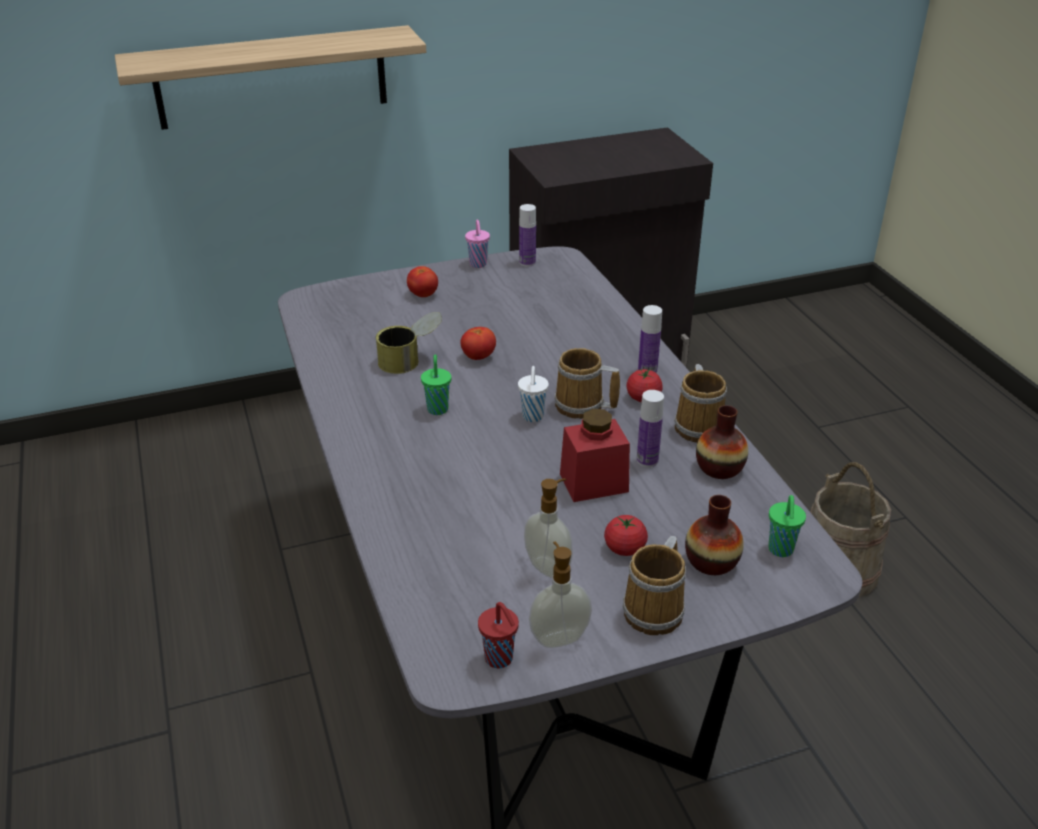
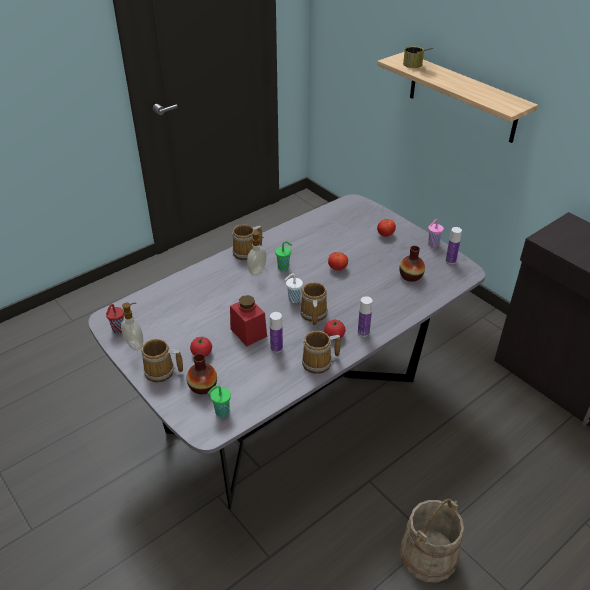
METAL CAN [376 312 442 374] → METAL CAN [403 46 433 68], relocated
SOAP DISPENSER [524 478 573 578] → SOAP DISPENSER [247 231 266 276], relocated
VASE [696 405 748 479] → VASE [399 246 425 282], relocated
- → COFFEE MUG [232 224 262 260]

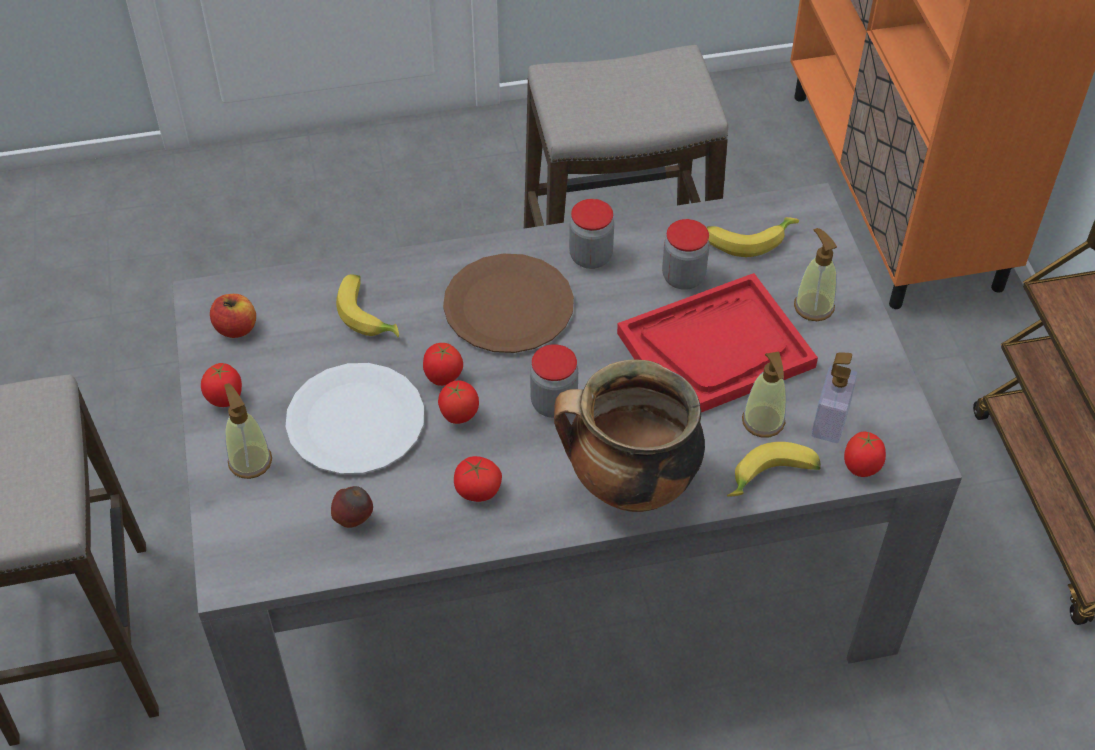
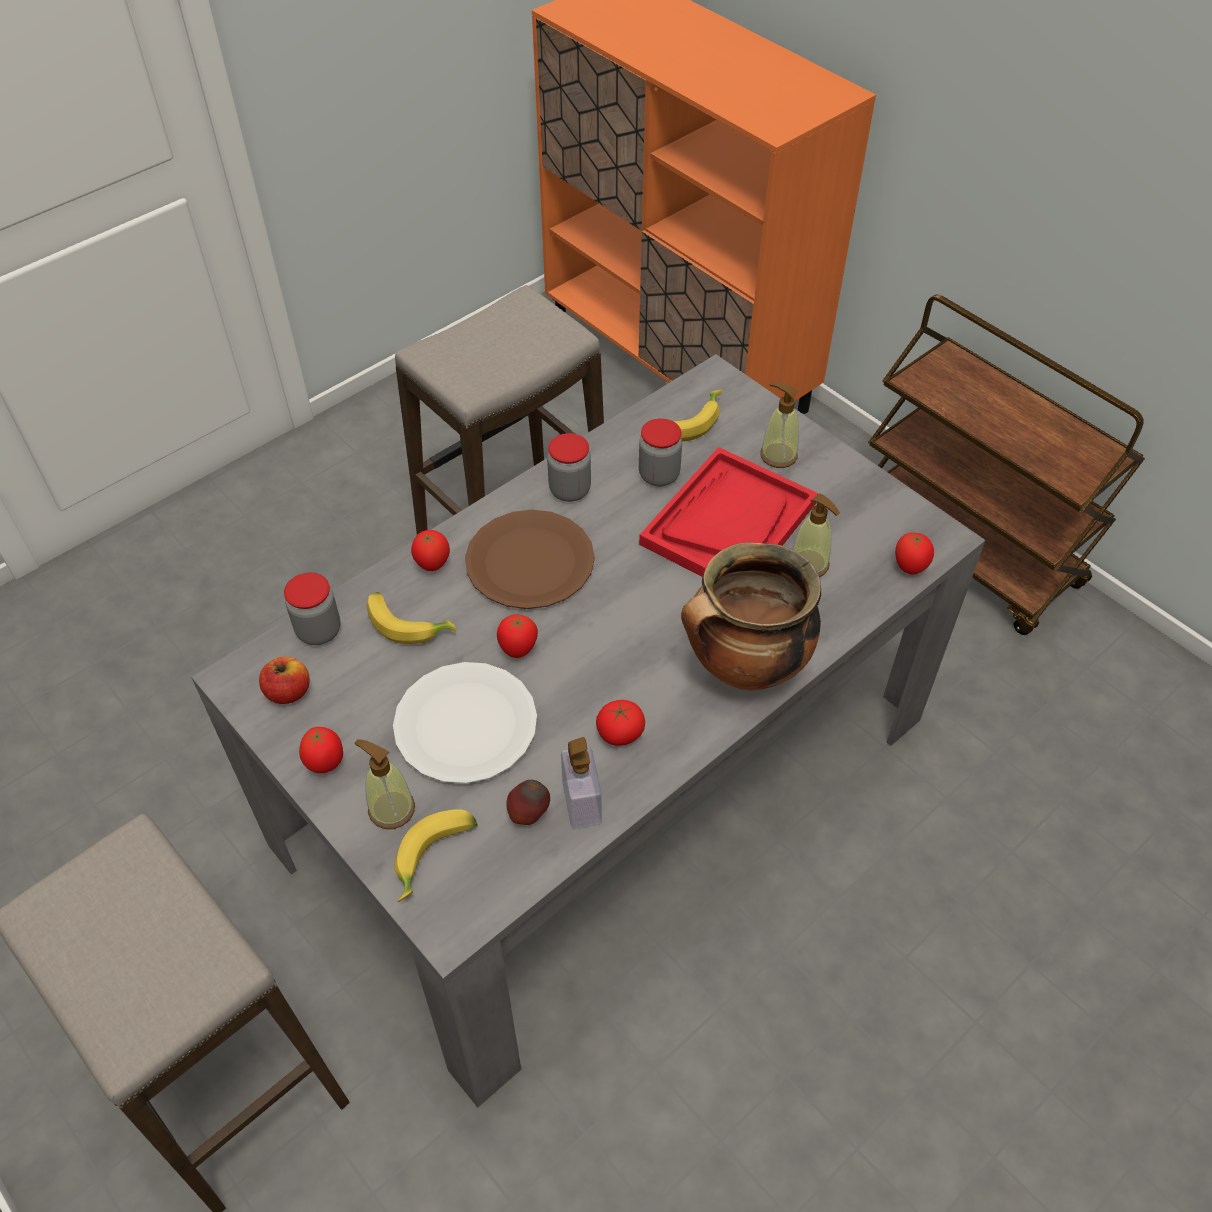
TOMATO [438 381 479 424] → TOMATO [411 530 450 571], relocated
STORAGE JAR [530 344 578 418] → STORAGE JAR [284 573 340 645], relocated
BANANA FRUIT [727 442 821 497] → BANANA FRUIT [394 809 478 902], relocated
SOAP DISPENSER [812 352 857 443] → SOAP DISPENSER [561 737 602 829], relocated

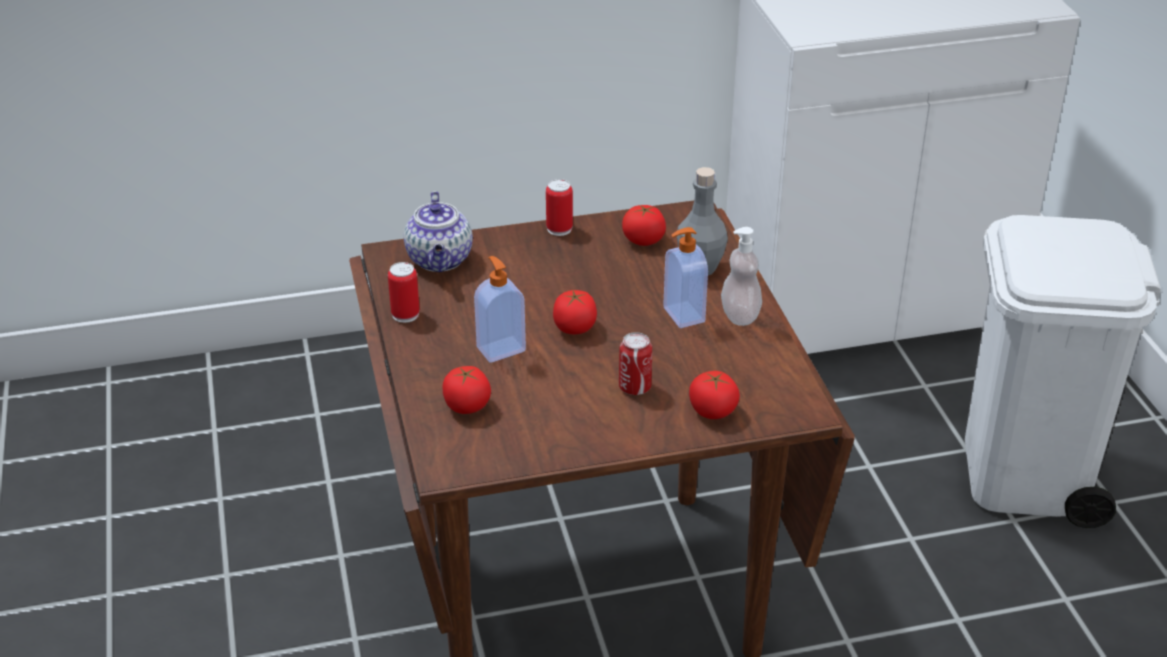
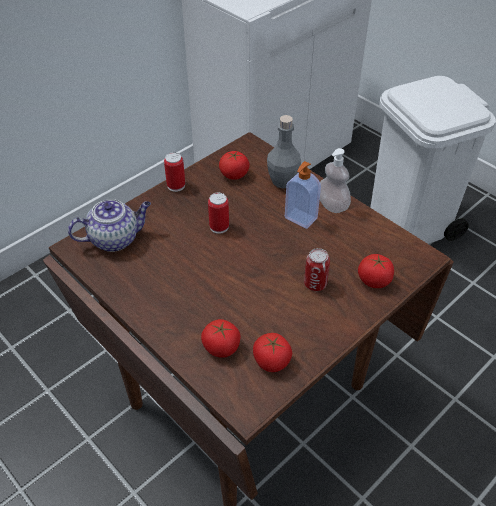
METAL CAN [388 262 420 323] → METAL CAN [208 193 229 234], relocated
POT FOR TEA [404 191 473 272] → POT FOR TEA [68 199 151 252], 75 degrees counterclockwise
SOAP DISPENSER [474 256 526 363] → -
TOMATO [553 290 597 334] → TOMATO [253 333 292 372], relocated

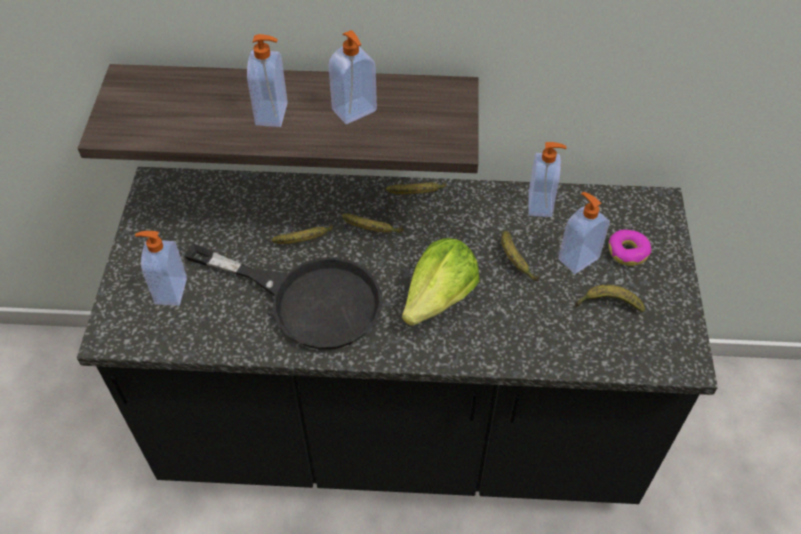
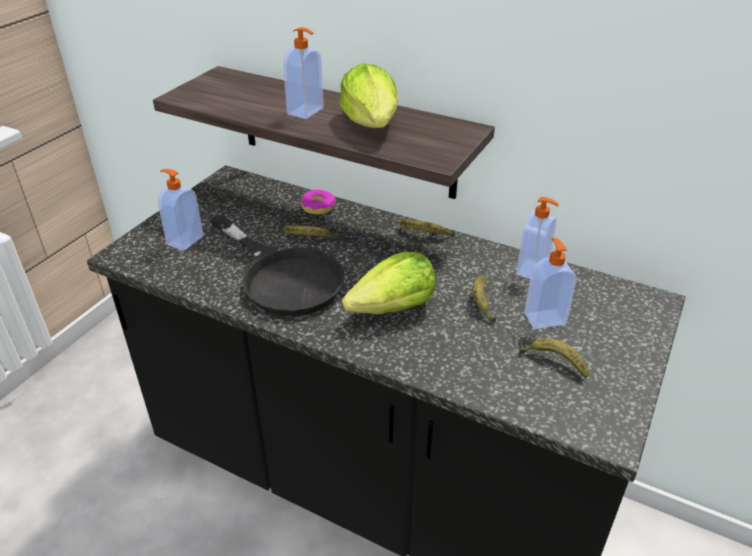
SOAP DISPENSER [328 30 377 124] → LETTUCE [340 63 399 128]
BANANA FRUIT [342 213 404 233] → -
DOUGHNUT [609 230 651 266] → DOUGHNUT [301 190 336 215], relocated

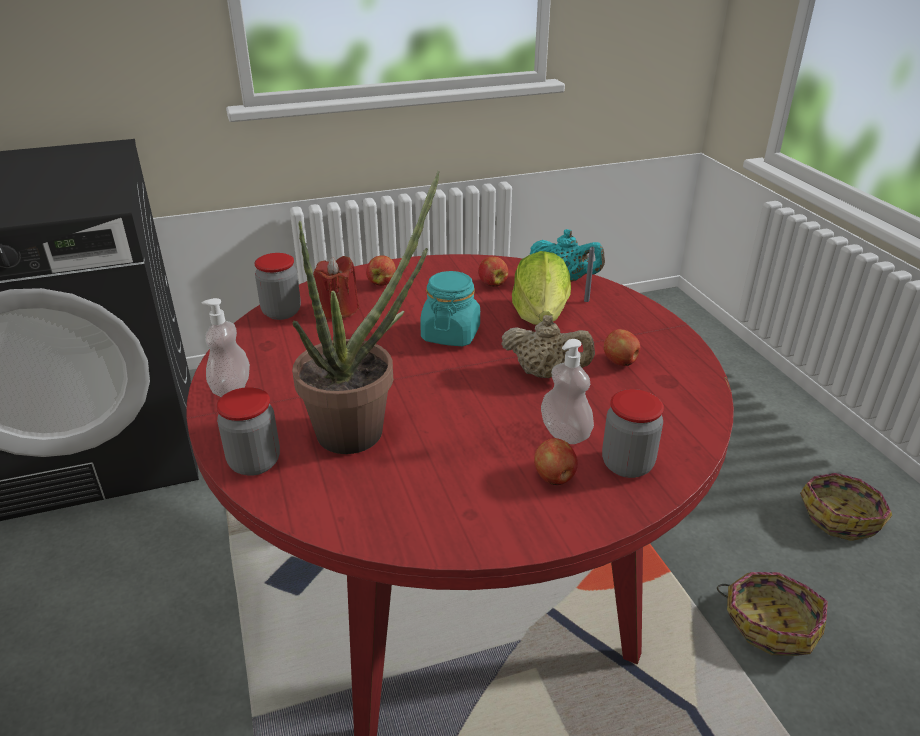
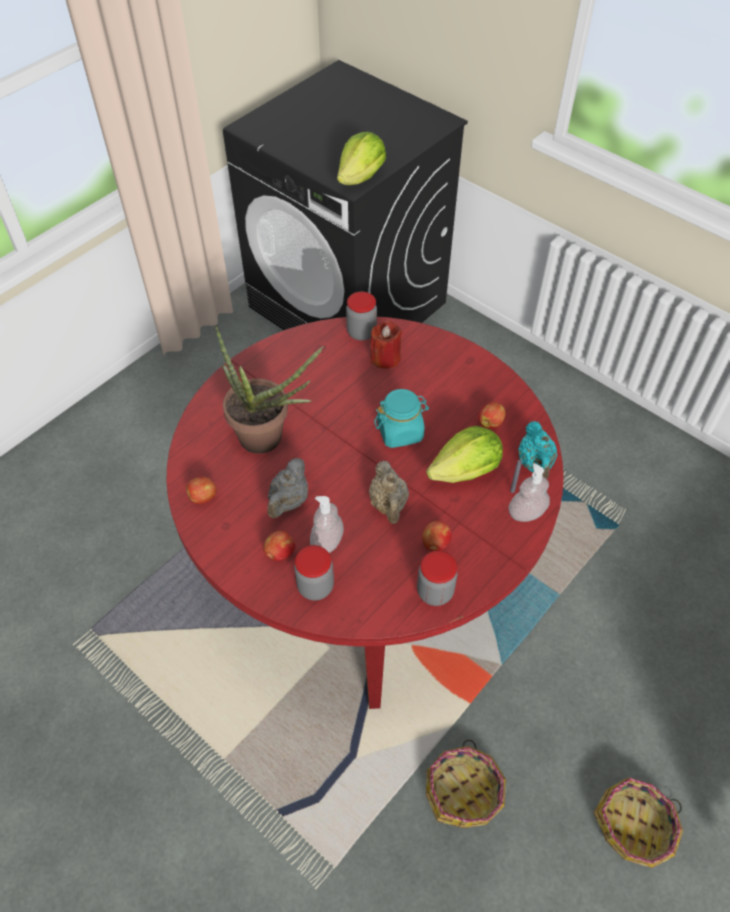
SOAP DISPENSER [201 298 250 397] → SOAP DISPENSER [509 463 550 522], relocated
STORAGE JAR [216 387 280 476] → STORAGE JAR [417 551 457 606], relocated
WHOLE APPLE [366 256 396 286] → WHOLE APPLE [186 477 217 504], relocated
- → GRAY POT FOR TEA [267 458 308 518]
- → LETTUCE [337 132 386 185]

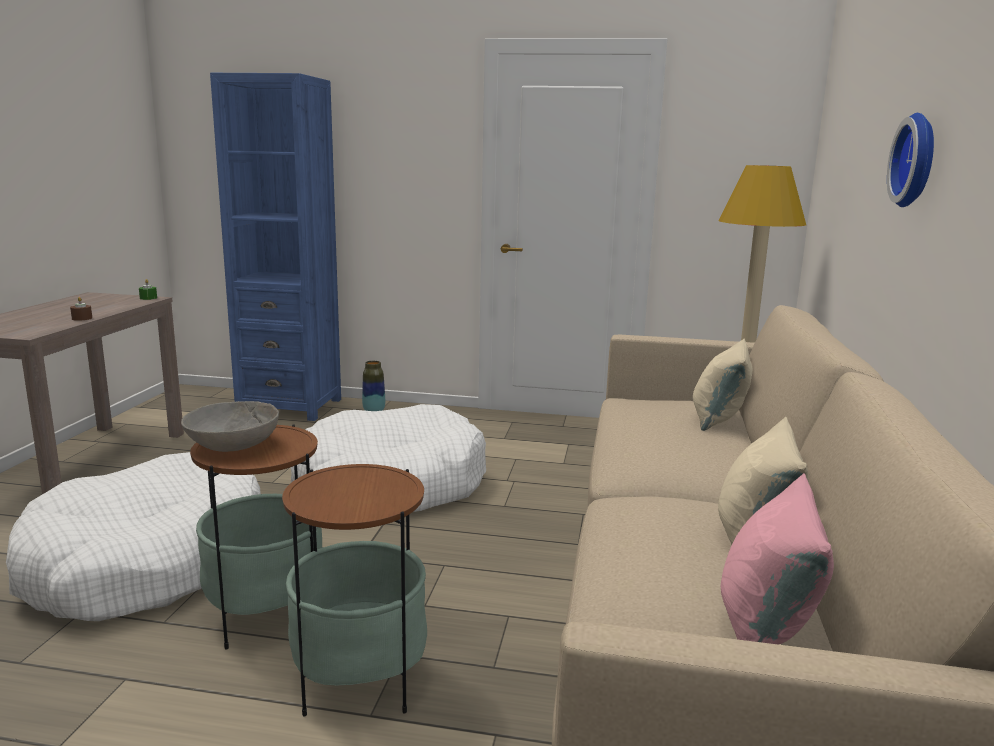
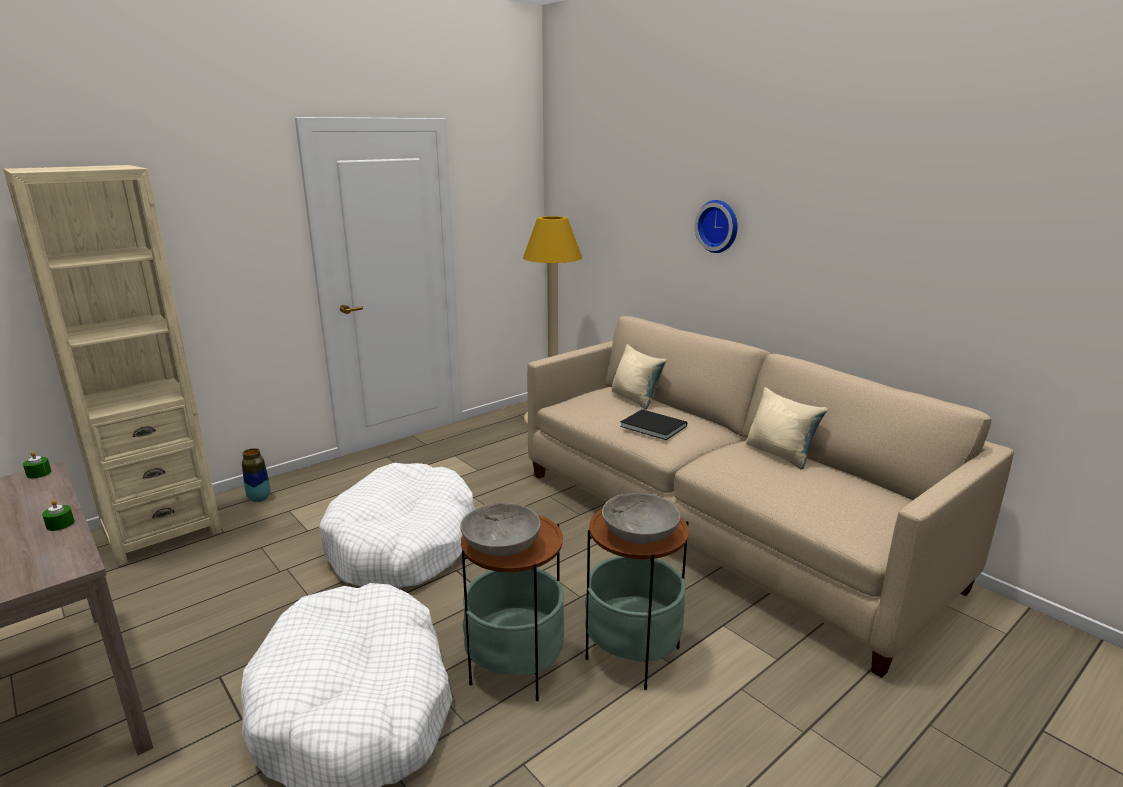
BROWN CANDLE [70 297 92 321] → GREENISH CANDLE [42 500 74 531]
BLUE BOOKSHELF [210 73 341 421] → SAND-COLOURED BOOKSHELF [3 165 222 566]
PINKISH PILLOW [721 473 834 645] → -
- → GRAY BOWL [602 493 681 544]
- → BLACK VOLUME [620 409 687 440]

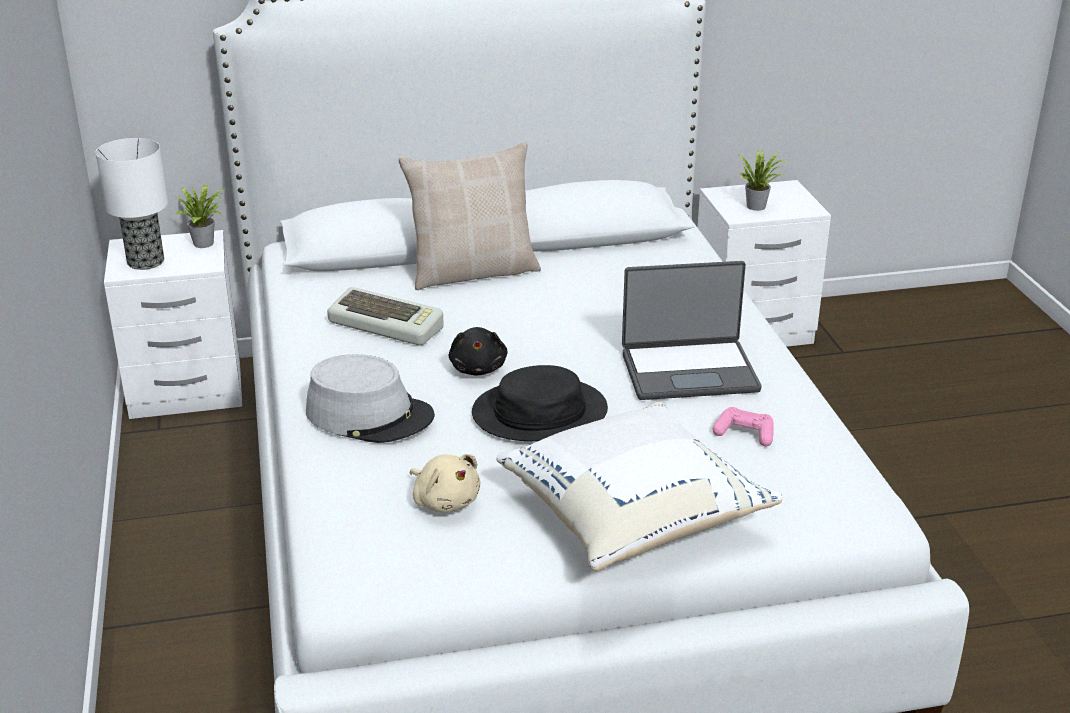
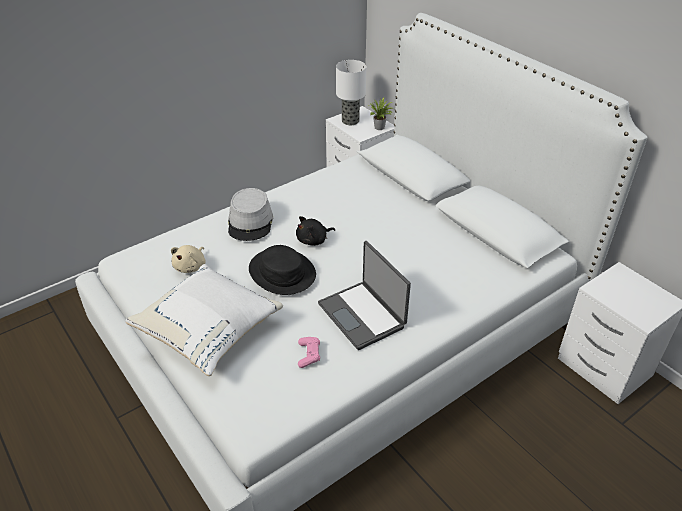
PC KEYBOARD [327 287 444 346] → -
SAND-COLOURED PILLOW [398 142 541 290] → -
PLANT IN A POT [739 150 787 211] → -

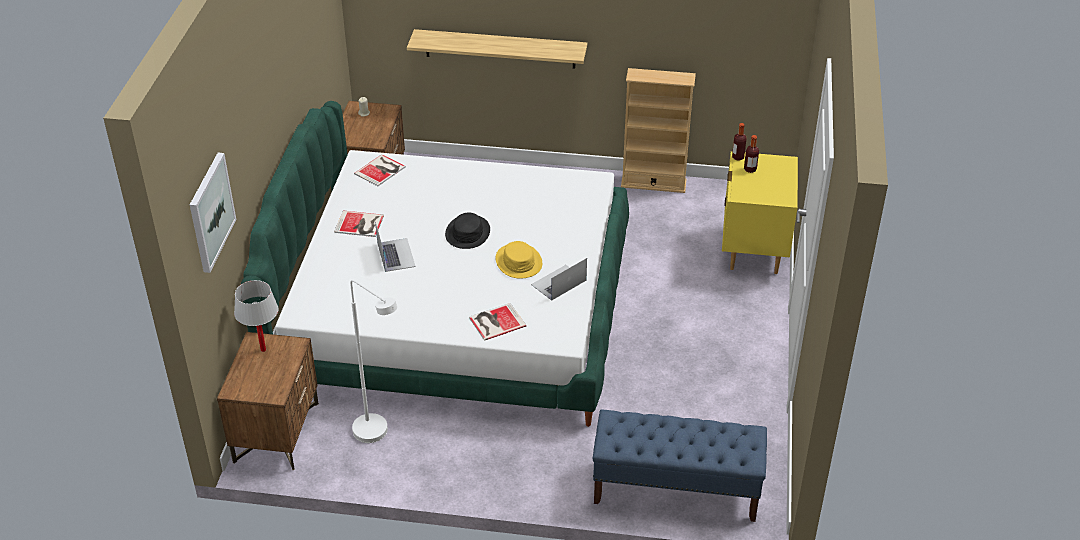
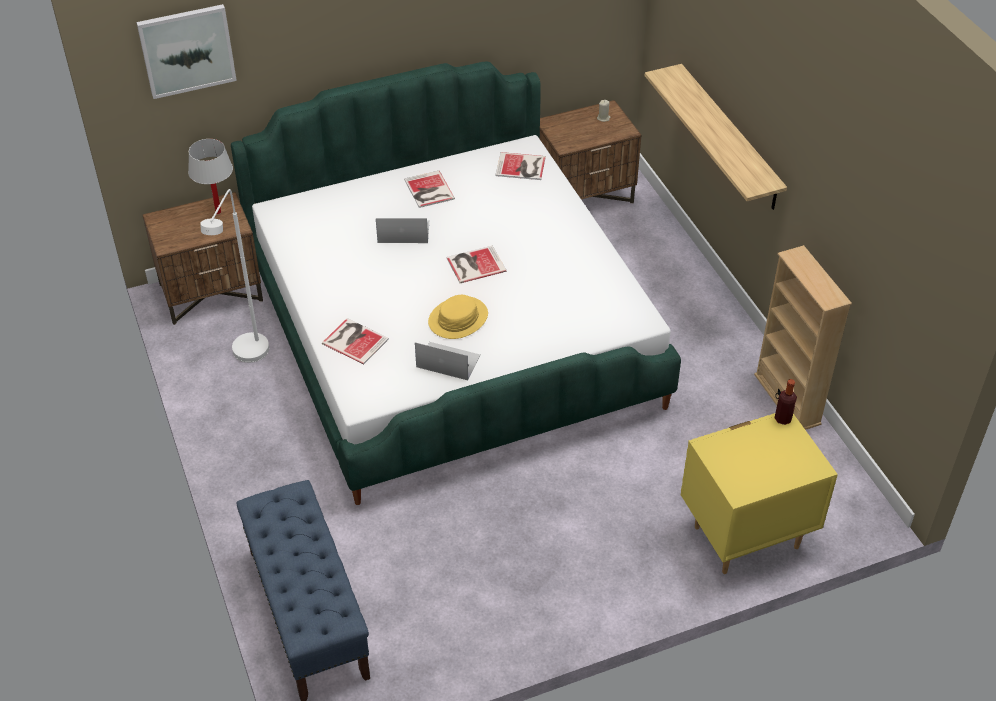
LAPTOP [375 221 416 272] → LAPTOP [376 218 429 243], 135 degrees counterclockwise
BLACK HAT [445 213 490 249] → VOLUME [447 246 506 283]
BOTTLE [744 135 759 173] → -

